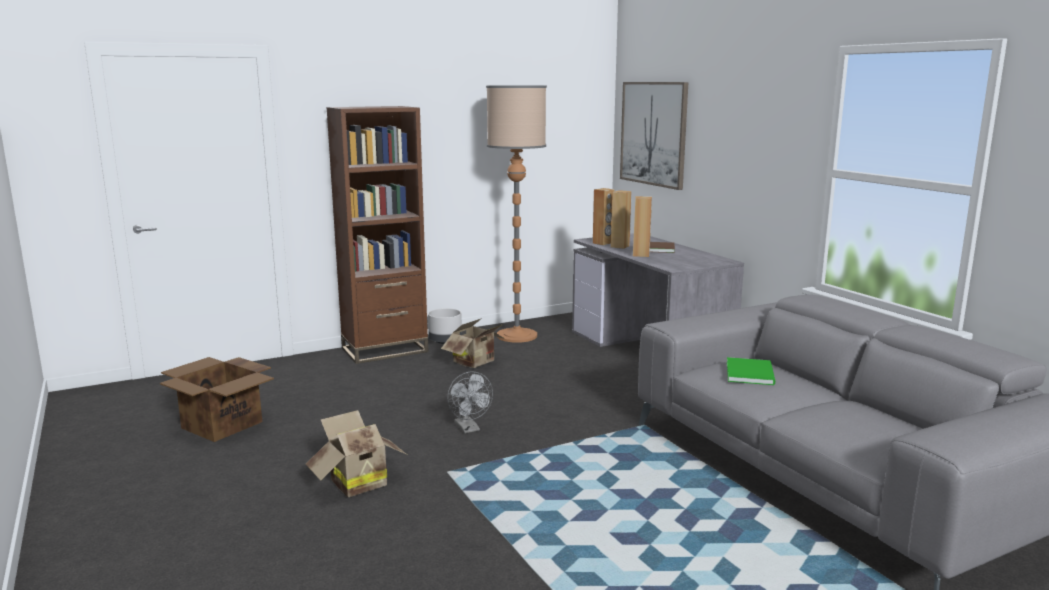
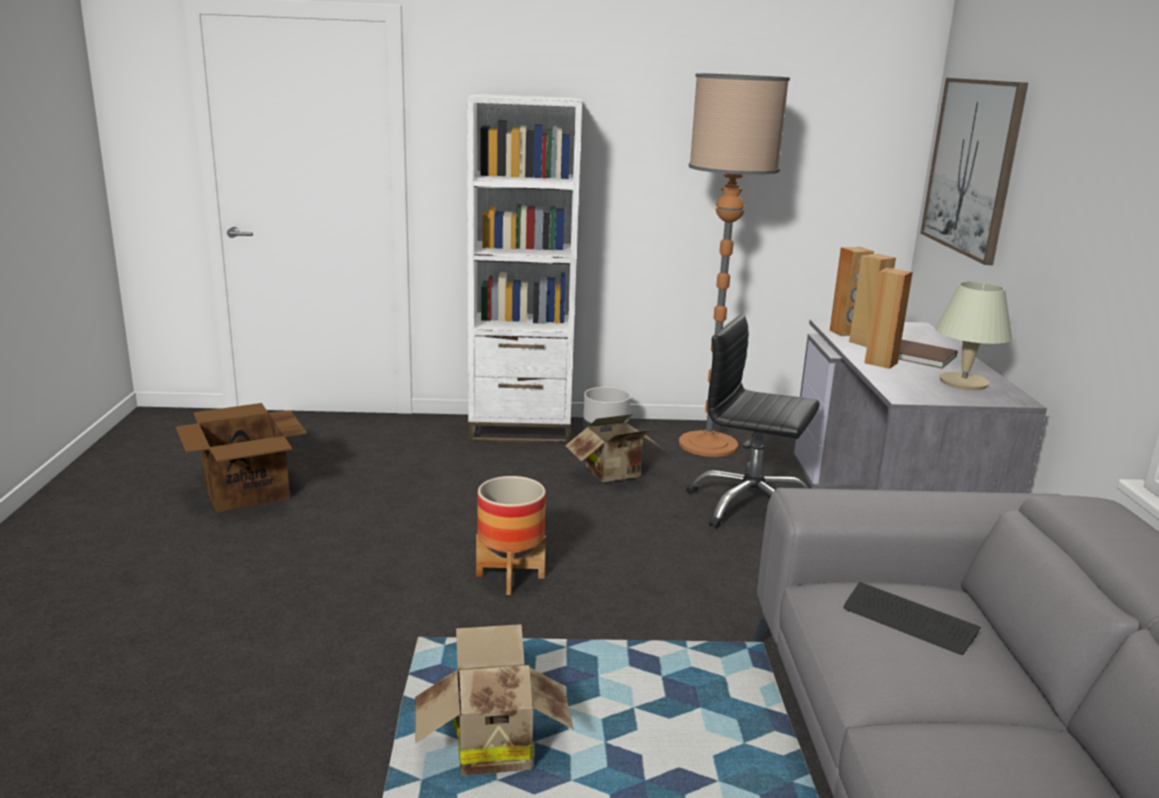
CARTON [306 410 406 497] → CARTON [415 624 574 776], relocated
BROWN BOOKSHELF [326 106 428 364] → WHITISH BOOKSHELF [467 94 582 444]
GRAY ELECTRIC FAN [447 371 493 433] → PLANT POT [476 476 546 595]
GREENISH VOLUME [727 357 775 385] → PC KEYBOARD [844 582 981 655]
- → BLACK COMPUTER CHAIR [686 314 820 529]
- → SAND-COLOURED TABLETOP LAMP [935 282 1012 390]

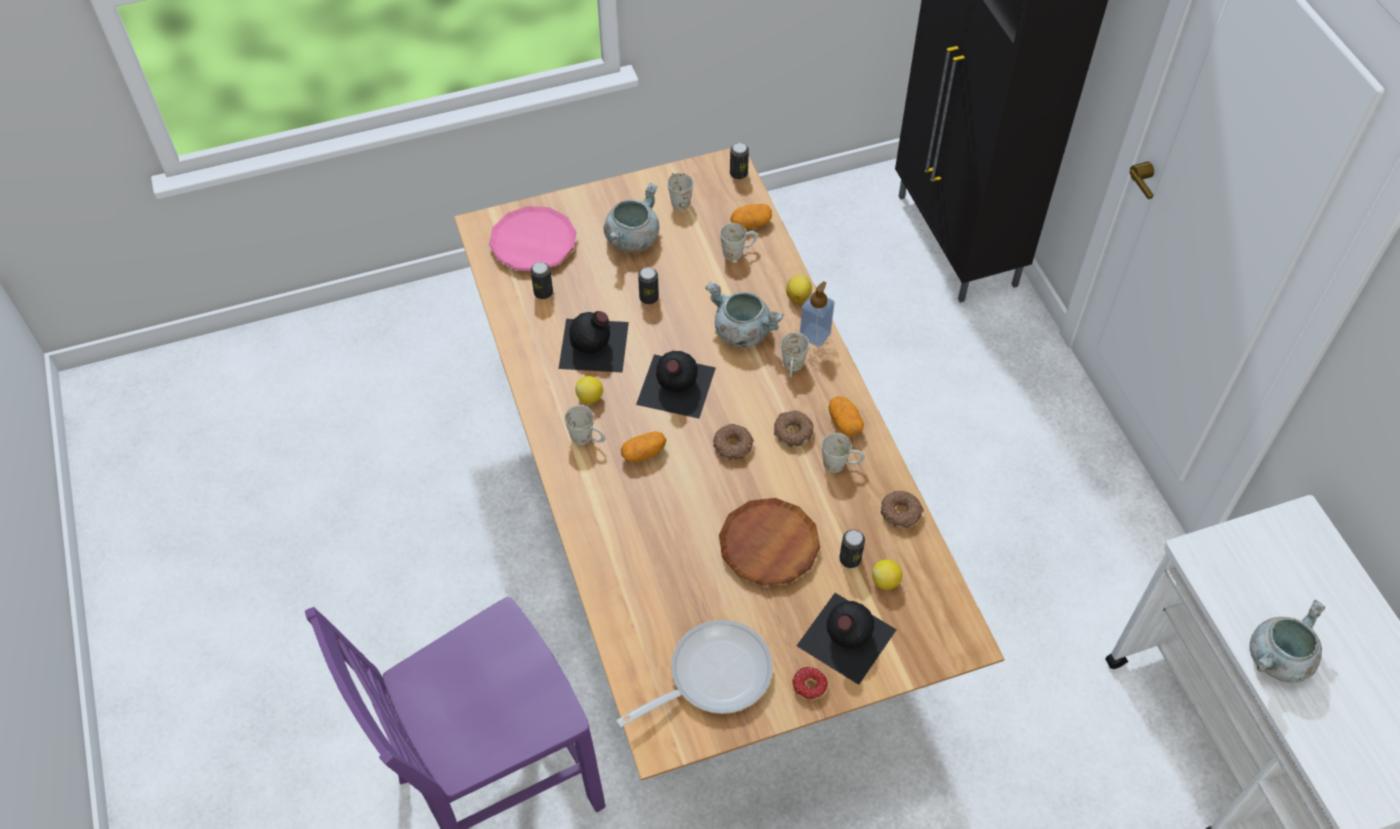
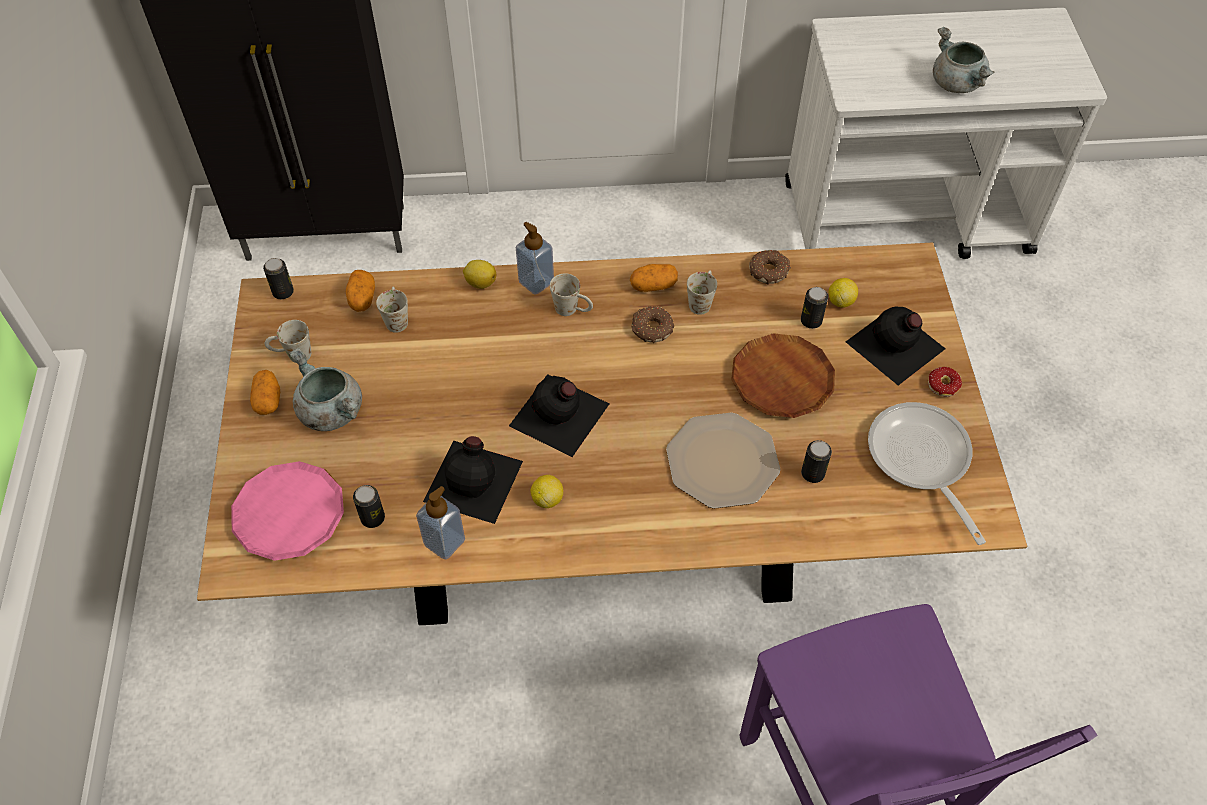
WHITISH COFFEE MUG [564 405 605 445] → -
WHOLE POTATO [621 431 666 462] → WHOLE POTATO [250 370 280 415], relocated
METAL CAN [638 267 659 304] → METAL CAN [801 440 832 483], relocated
GRAY SAUCEPOT [706 282 784 347] → -
DOUGHNUT [713 424 754 460] → -
- → SOAP DISPENSER [416 486 465 559]
- → FLAT DISH [666 412 781 509]

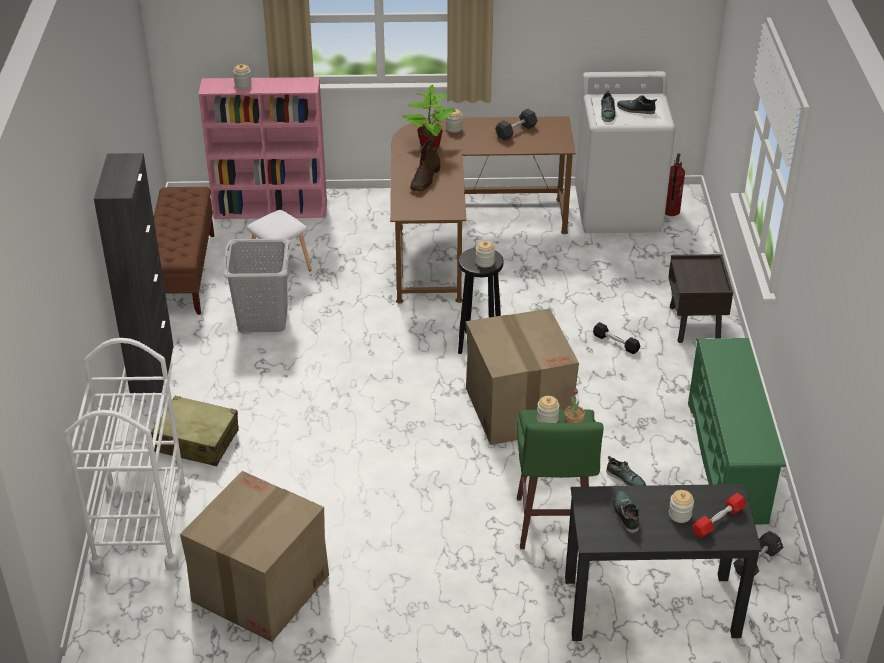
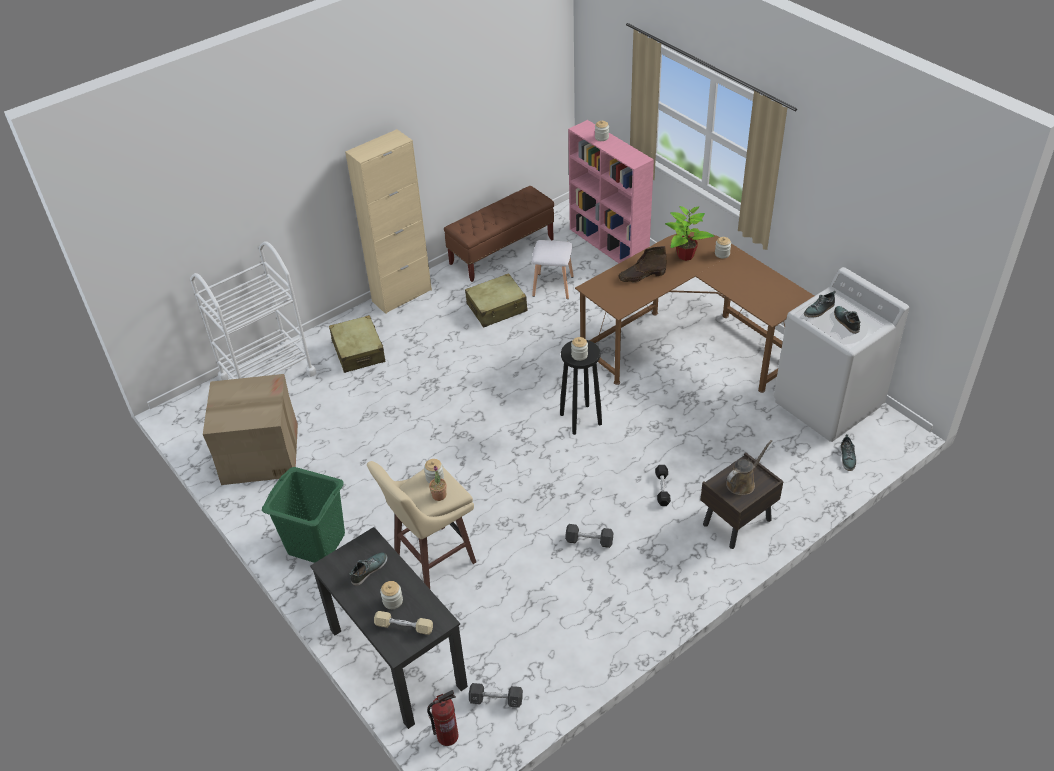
BLACK CABINET [94 153 174 393] → SAND-COLOURED CABINET [345 129 432 314]
GRAY WASHING BASKET [222 238 290 332] → SAND-COLOURED PIECE OF LUGGAGE [465 273 528 327]
CARTON [466 308 579 445] → -
BLACK FREE WEIGHT [495 109 538 141] → BLACK FREE WEIGHT [565 524 613 548], relocated
GREENISH STOOL [517 410 604 549] → SAND-COLOURED STOOL [367 461 476 589]
ITEM OF FOOTWEAR [606 456 646 486] → ITEM OF FOOTWEAR [840 434 856 471], relocated
EXTINGUISHER [665 153 685 216] → EXTINGUISHER [427 690 459 746], relocated
GREENISH SHOE RACK [688 338 786 524] → -
RED-COLOURED FREE WEIGHT [693 493 746 538] → SAND-COLOURED FREE WEIGHT [374 611 433 635]
- → GREENISH WASHING BASKET [262 467 345 563]
- → BROWN WATERING CAN [726 440 772 495]

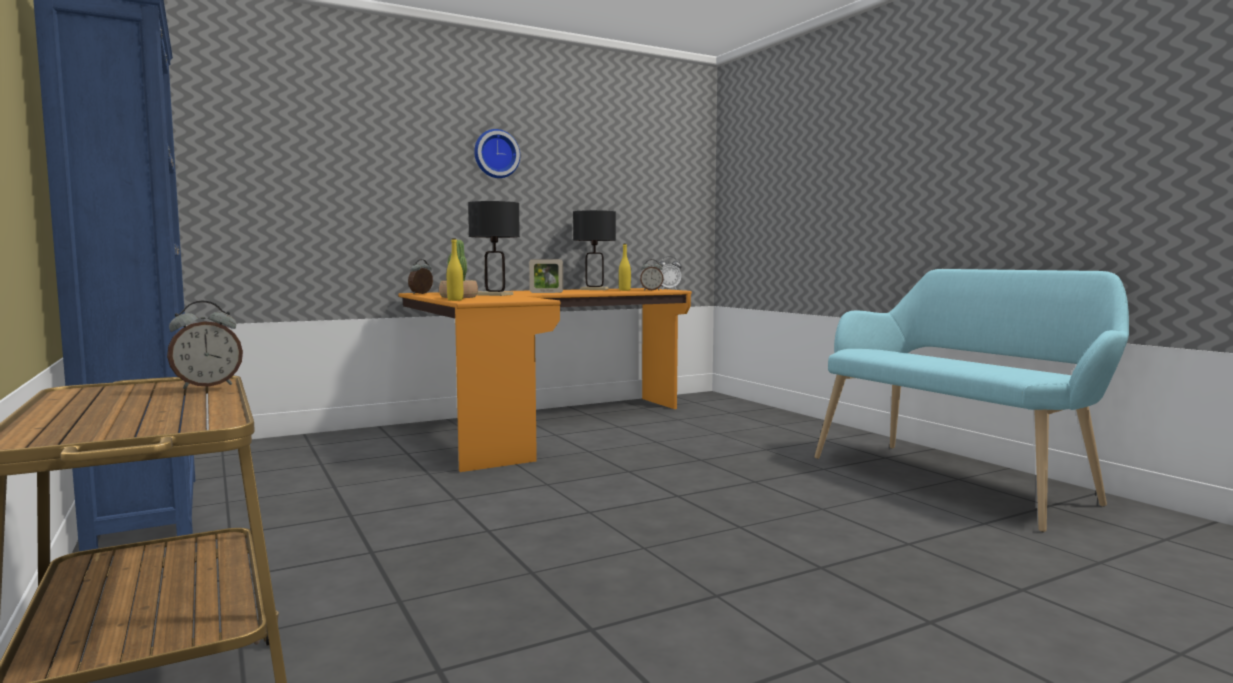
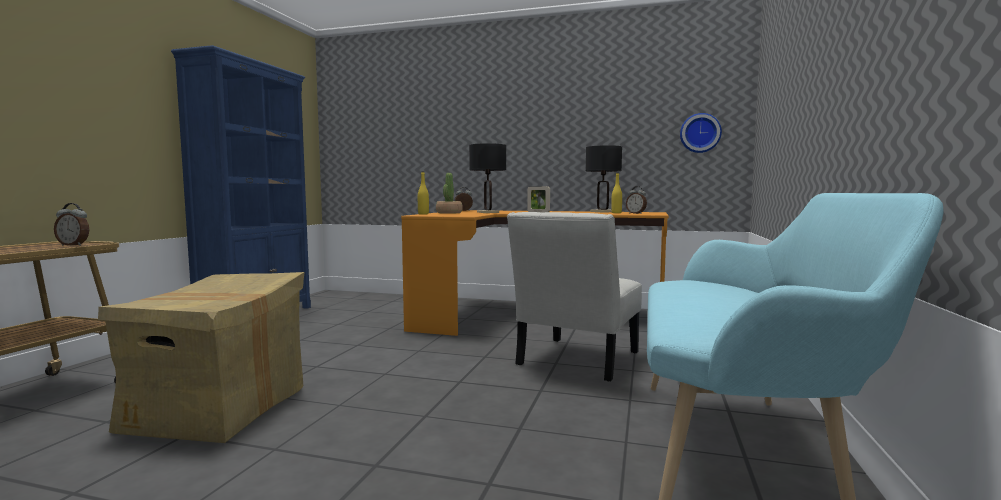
CLOCK ON THE WALL [474 129 520 178] → CLOCK ON THE WALL [680 113 722 153], relocated
BEDSIDE CLOCK [659 256 682 290] → -
- → CARTON [98 272 304 443]
- → WHITISH PLAIN CHAIR [507 212 642 381]

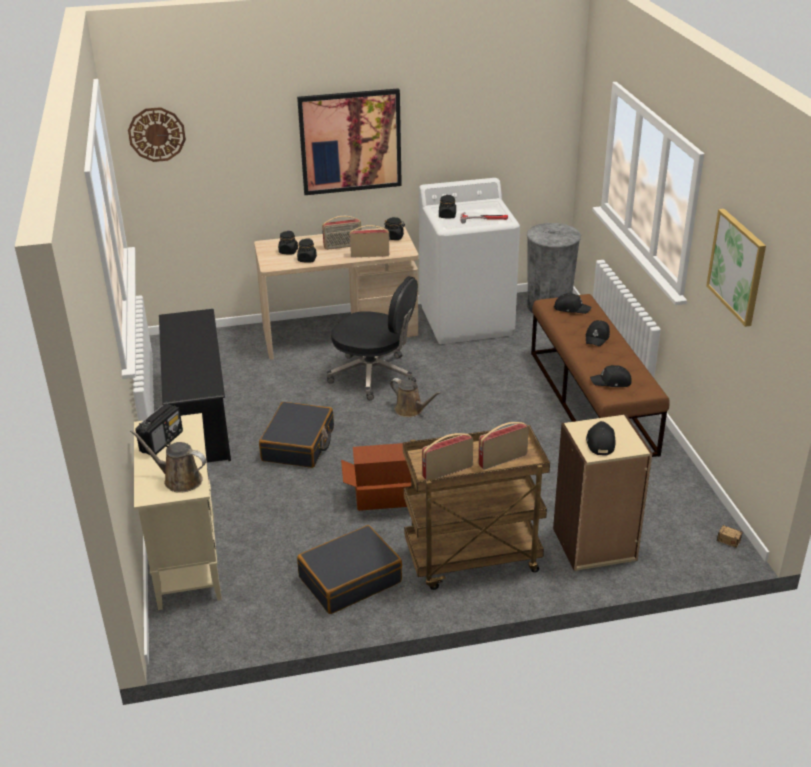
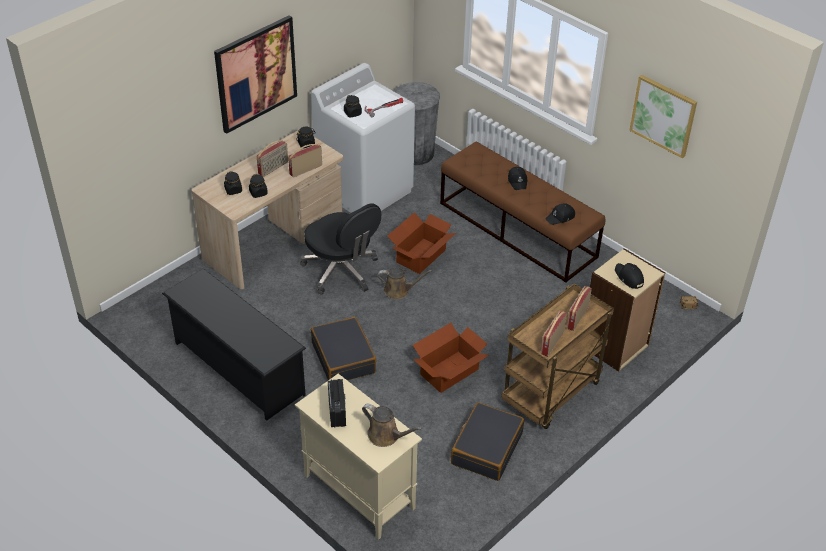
CLOCK ON THE WALL [128 107 186 162] → -
BROWN WATERING CAN [130 430 206 493] → BROWN WATERING CAN [362 403 422 447], 135 degrees counterclockwise
BLACK COMPUTER CHAIR [327 276 418 400] → BLACK COMPUTER CHAIR [300 203 381 295], 60 degrees clockwise
BLACK CAP [554 293 592 314] → -
- → CARTON [387 213 456 274]

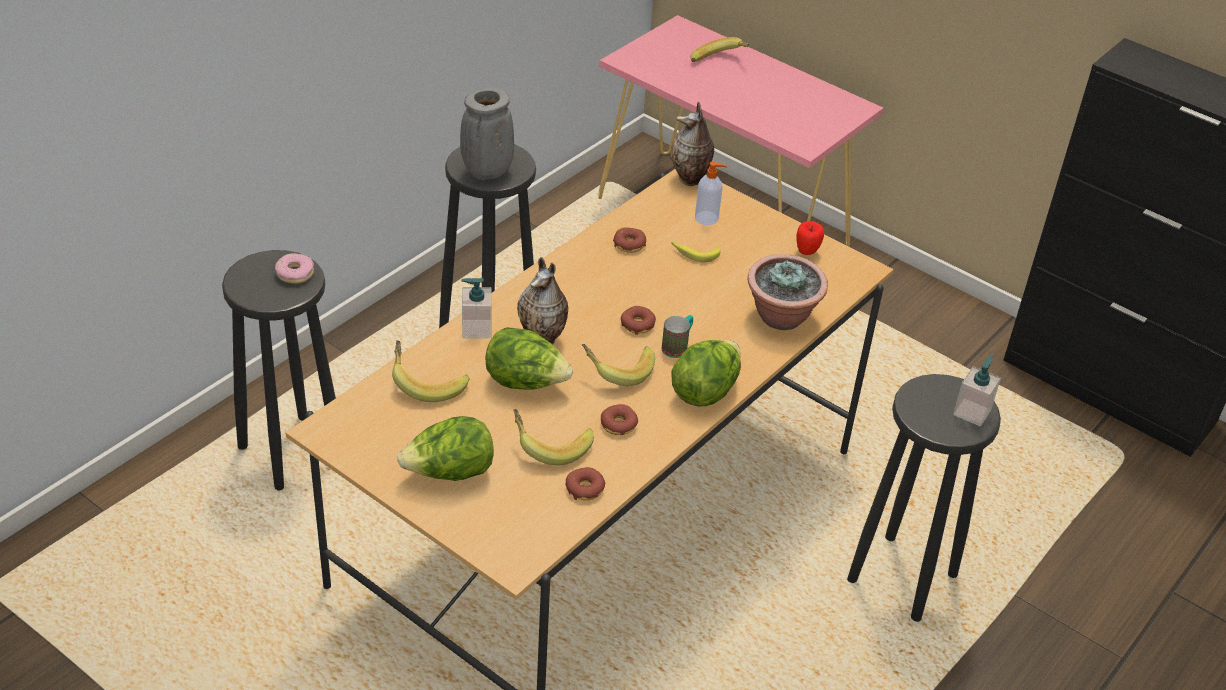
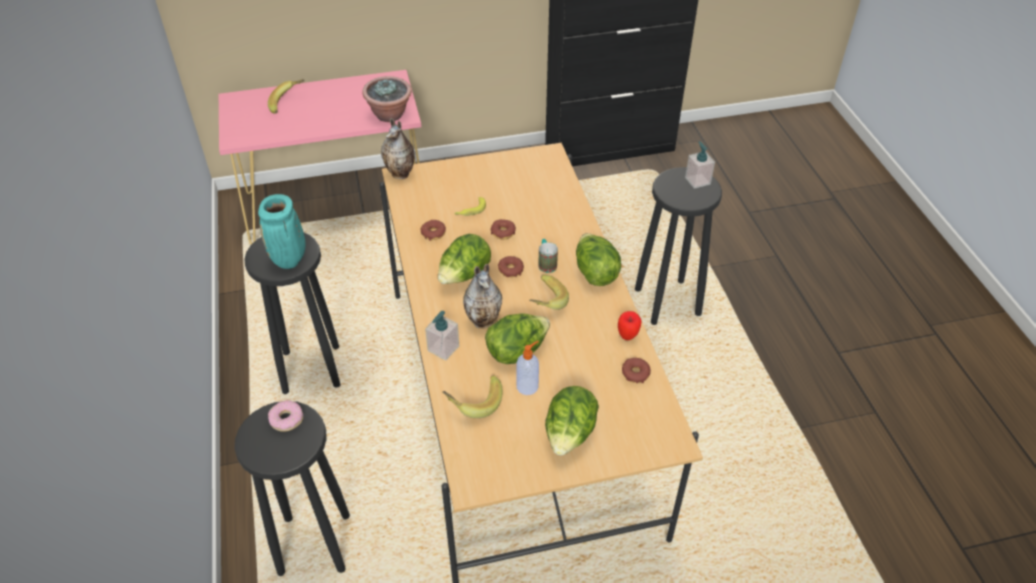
GRAY VASE [460 88 514 180] → BLUE-GREEN VASE [258 194 305 269]
BANANA FRUIT [513 409 594 465] → -
DOUGHNUT [601 404 638 435] → DOUGHNUT [491 219 516 239], relocated
SOAP DISPENSER [695 162 728 225] → SOAP DISPENSER [516 341 539 395], relocated
PLANT IN A POT [747 254 828 330] → PLANT IN A POT [362 76 412 122], relocated
WHOLE APPLE [796 221 824 255] → WHOLE APPLE [618 311 641 340], relocated
- → LETTUCE [438 234 491 284]

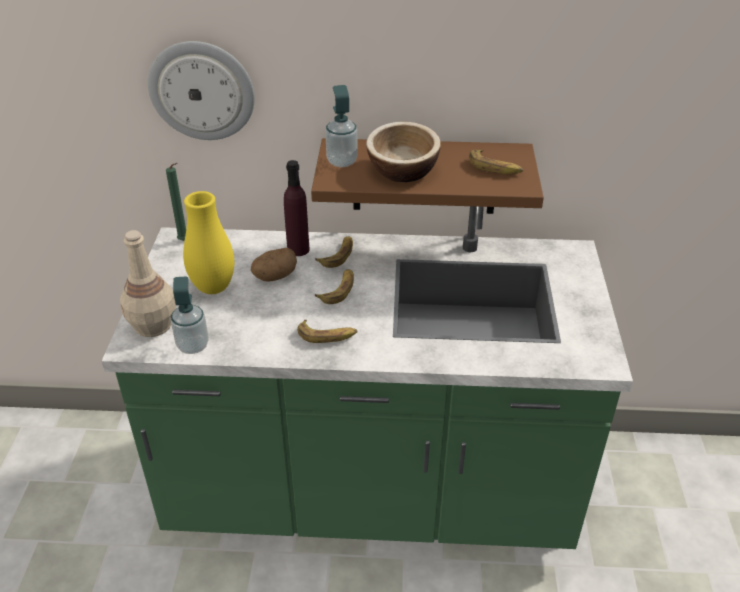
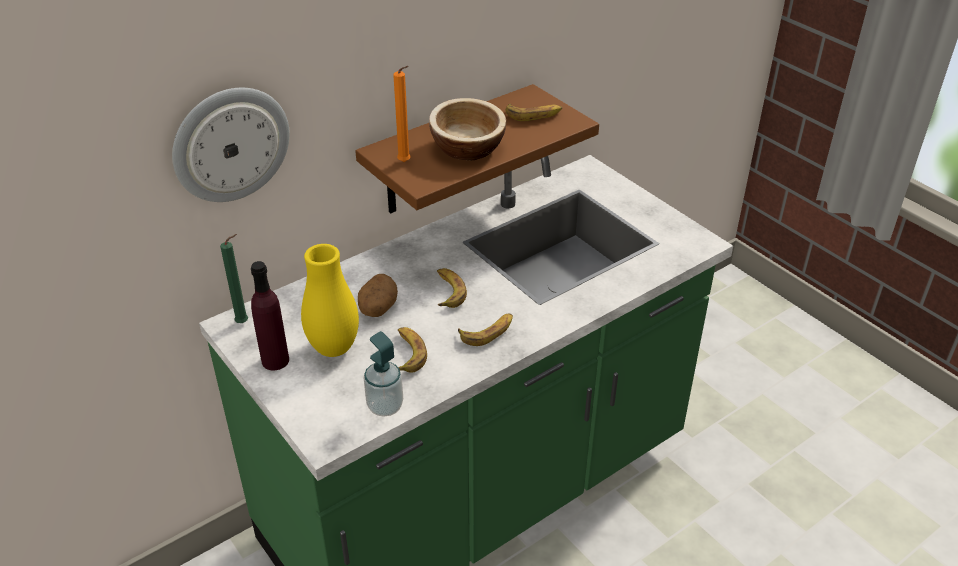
SAND-COLOURED BOTTLE [120 230 176 337] → -
PURPLE BOTTLE [284 160 310 256] → PURPLE BOTTLE [251 261 289 370], relocated
BANANA FRUIT [315 237 353 268] → BANANA FRUIT [398 327 427 373], relocated
SOAP DISPENSER [325 85 358 167] → ORANGE-COLOURED CANDLE [393 66 411 162]

